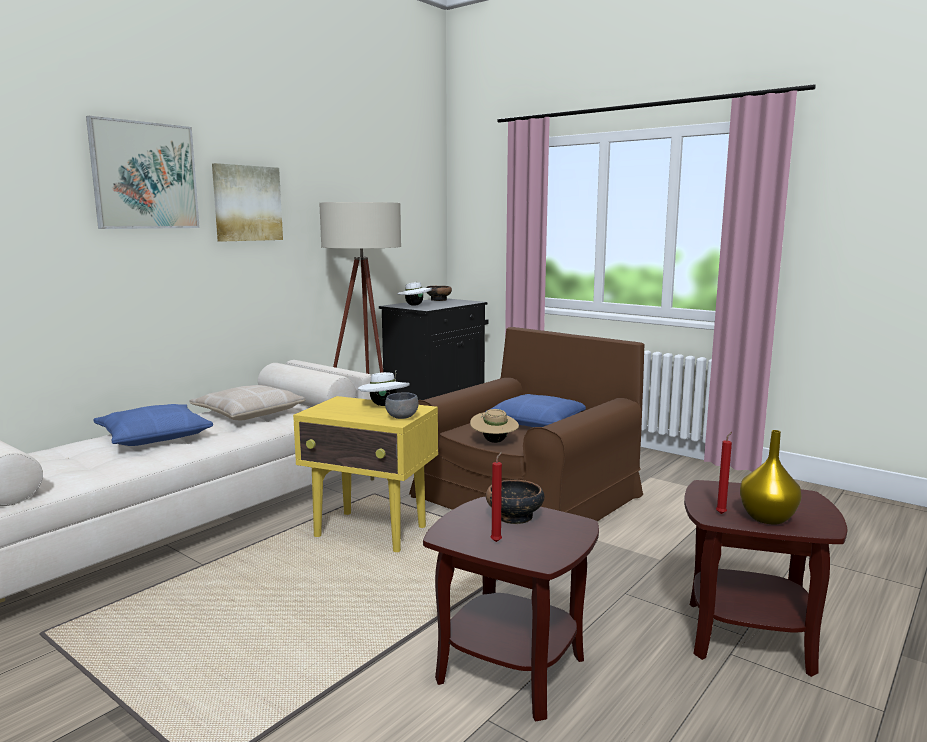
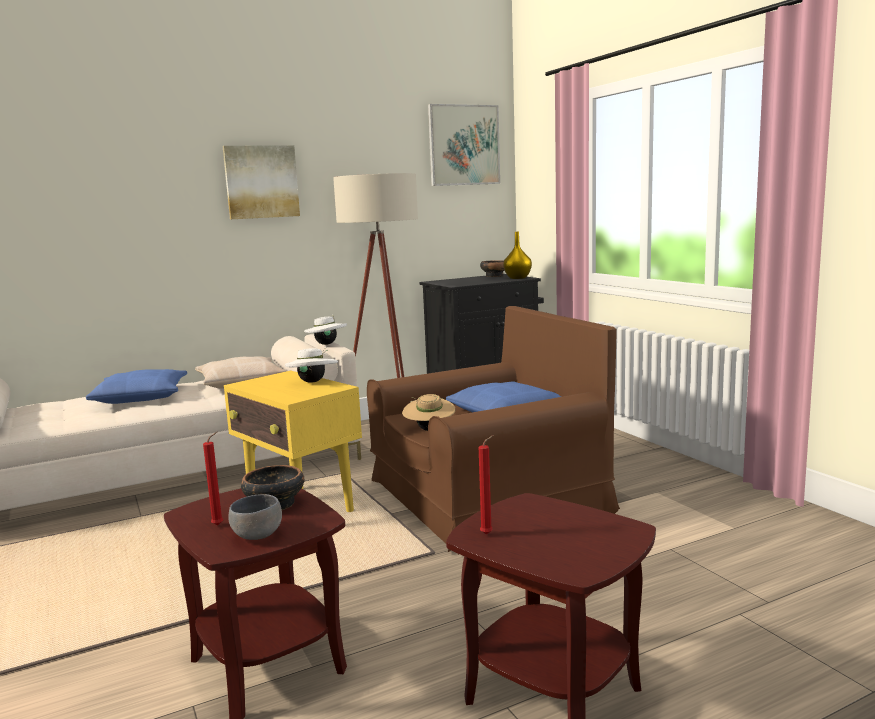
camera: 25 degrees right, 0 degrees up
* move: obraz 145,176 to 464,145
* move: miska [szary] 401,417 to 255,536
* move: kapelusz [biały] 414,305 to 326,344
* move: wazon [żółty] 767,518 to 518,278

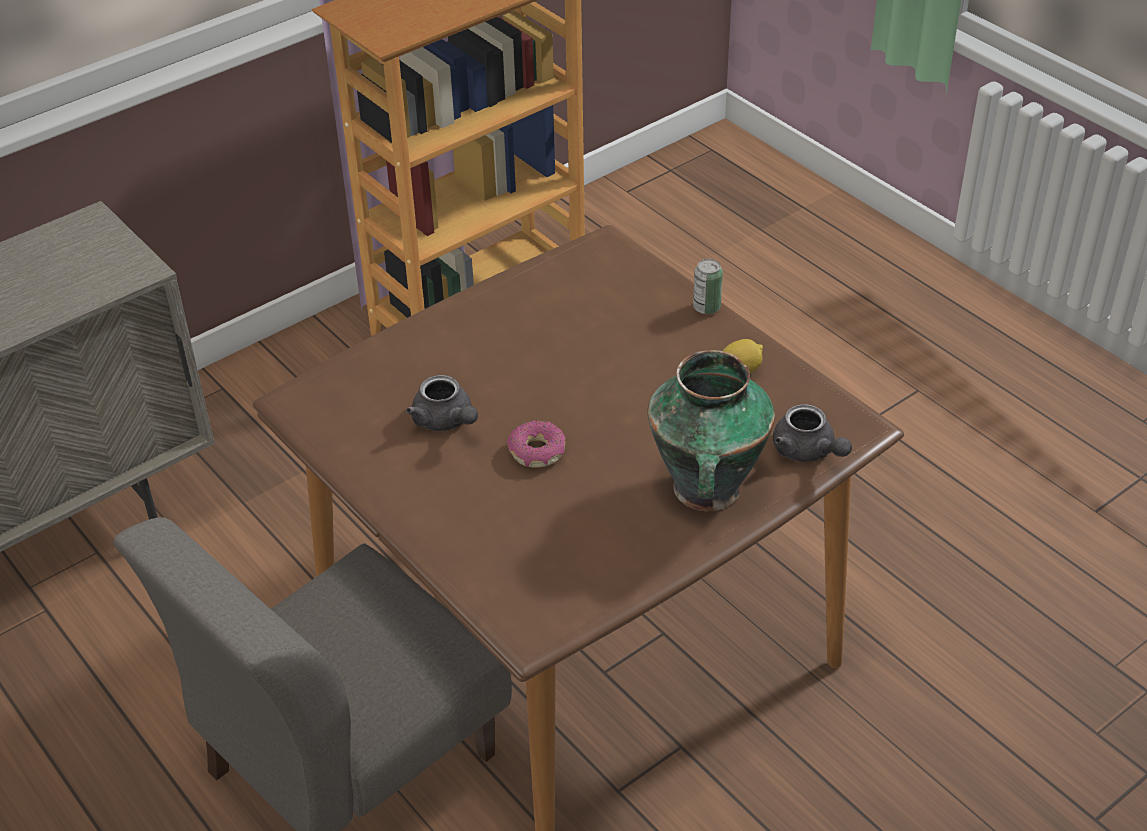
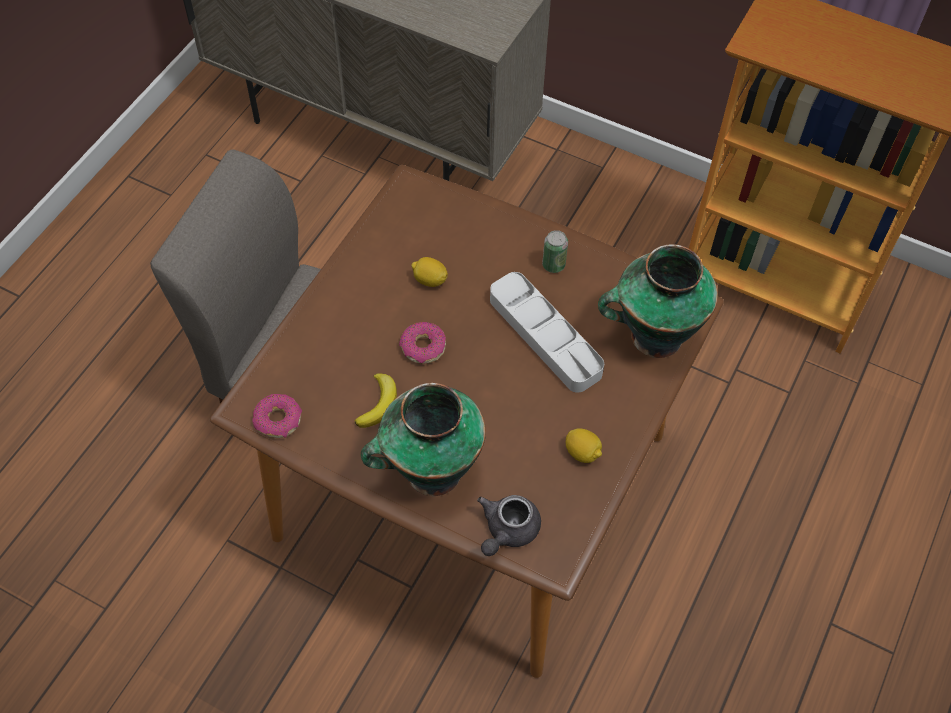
camera: 65 degrees right, 15 degrees up
* replace: imbryk [szary] 446,421 to cytryna 430,280
* move: puszka 706,307 to 553,265
* insert: donut 278,421
* insert: banan 378,403
* insert: taca [szary] 545,336
* insert: wazon 653,336

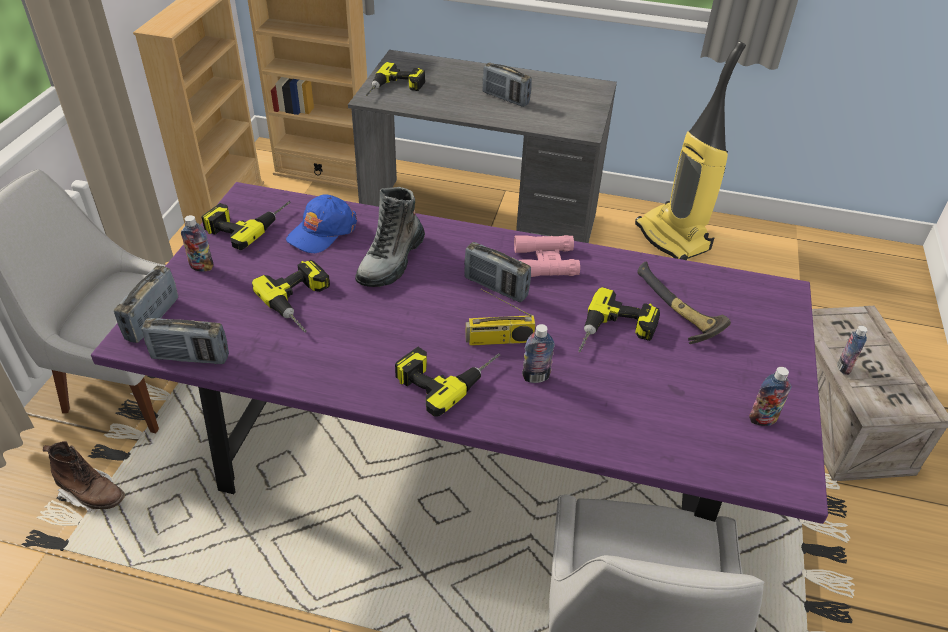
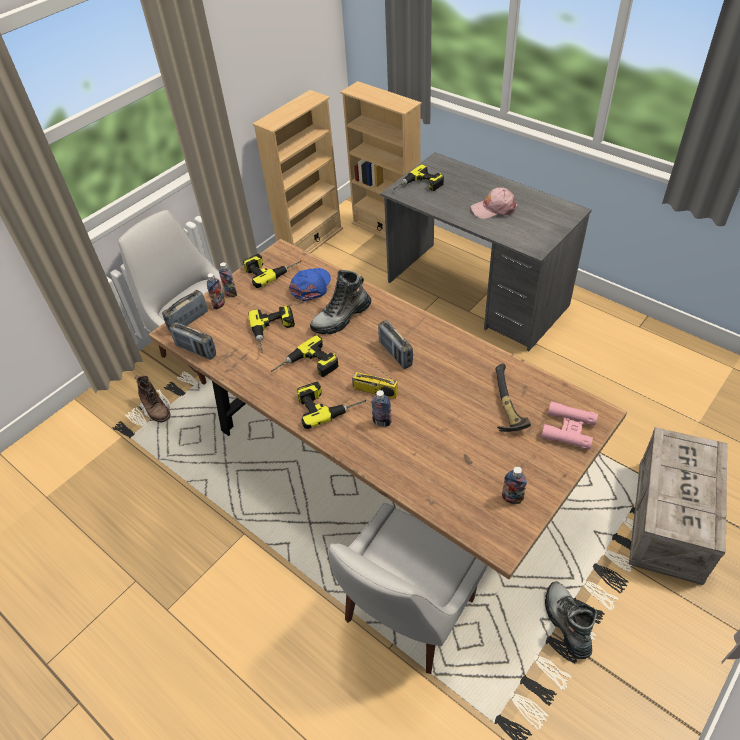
camera: 30 degrees right, 5 degrees up
* recolor: stół jadalny [fioletowy] 468,455 to stół jadalny [brązowy] 377,458
* rotate: czapka z daszkiem [niebieski] 322,231 = 311,286 135 degrees clockwise
* replace: radio 505,98 to czapka z daszkiem [różowy] 493,209
* move: lornetka [różowy] 545,262 to 568,429
* move: wiertarka 615,334 to 307,367
* delete: odkurzacz 674,238
* move: butelka 843,367 to 219,304
* insert: but z cholewką 566,622

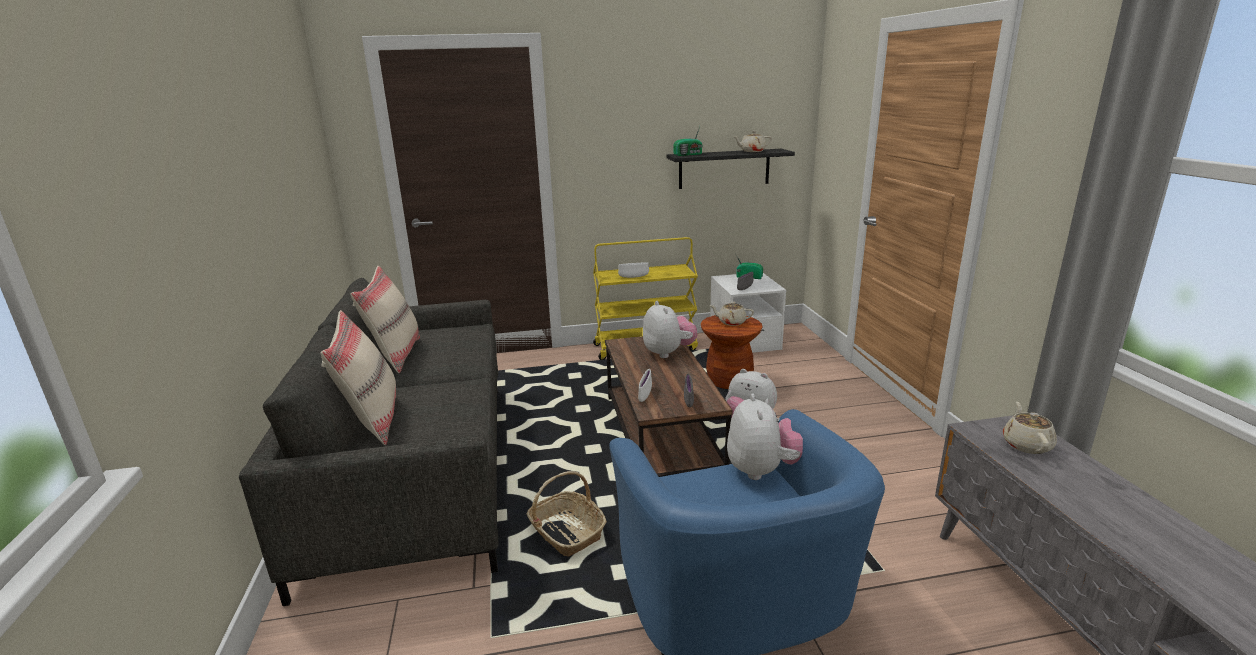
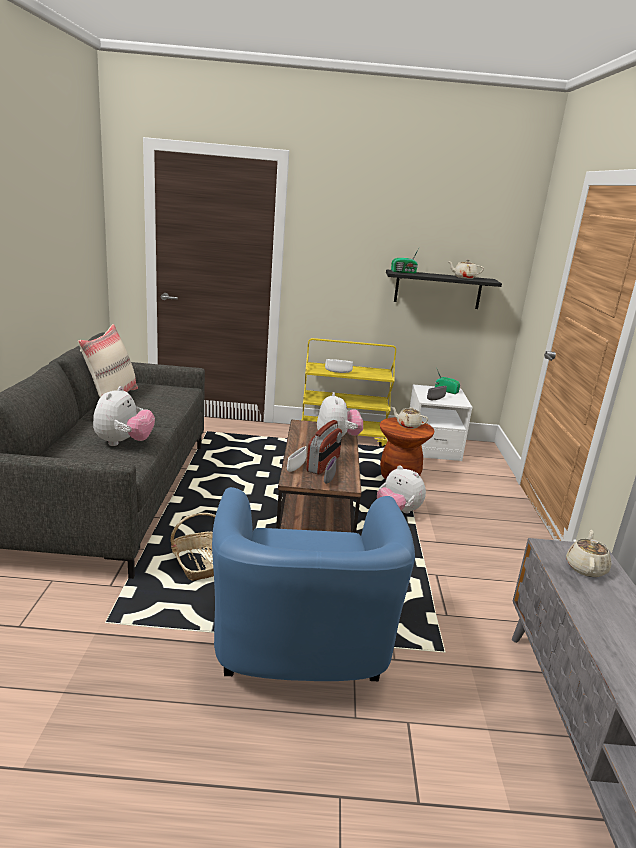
camera: 10 degrees right, 0 degrees up
* delete: poduszka [beżowy] 371,420
* move: pluszak 763,471 to 124,443
* insert: radio 323,464

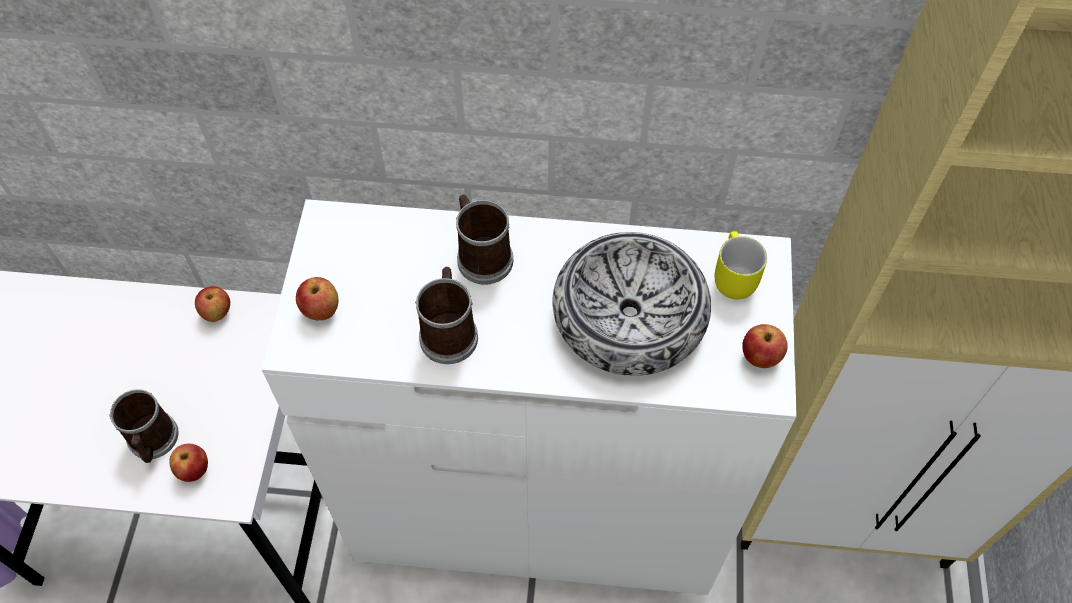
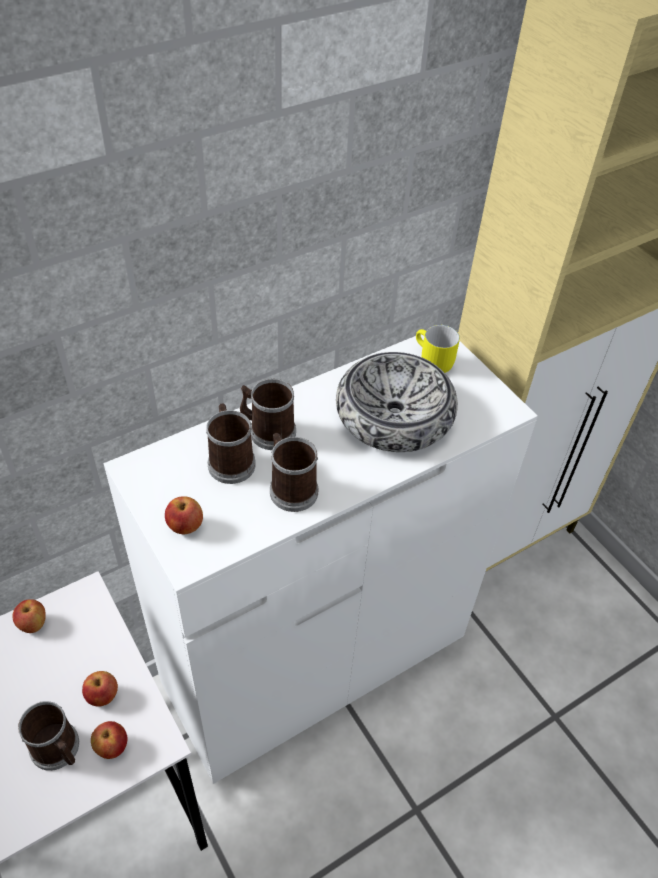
camera: 40 degrees left, 10 degrees down
* move: jabłko 760,357 to 103,696
* insert: kubek 230,460

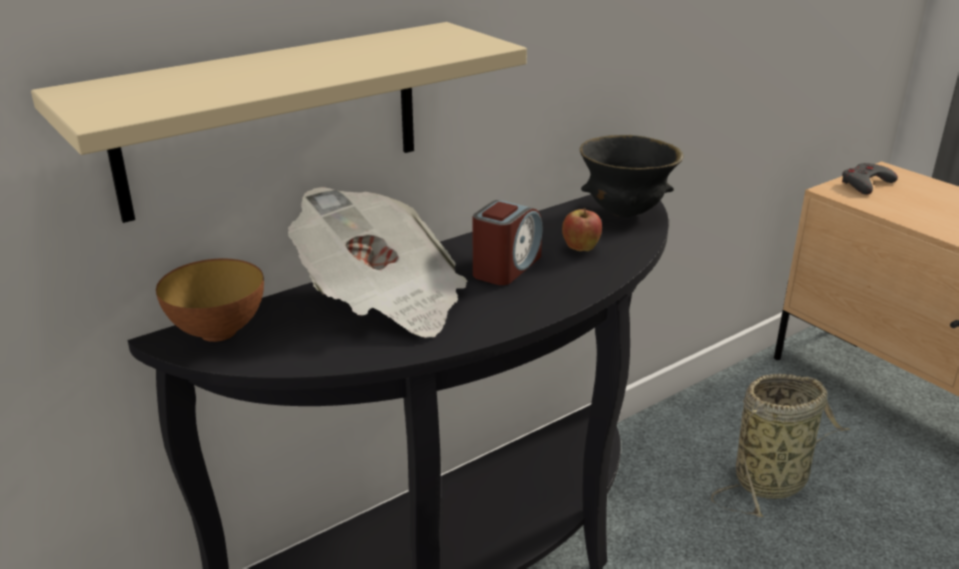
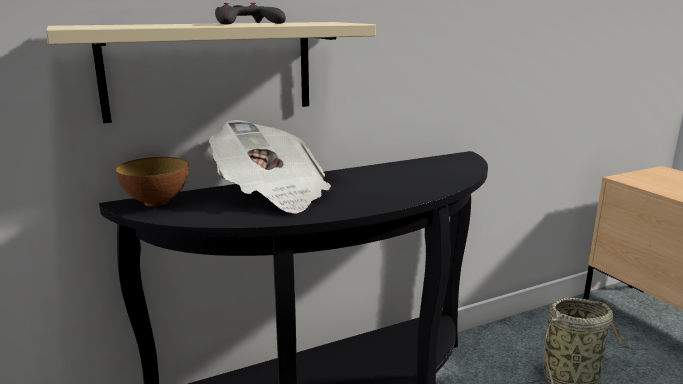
camera: 10 degrees right, 10 degrees down
* delete: budzik 506,267
* delete: jabłko 581,250
* delete: miska [czarny] 625,213
* move: pad do gier [szary] 866,184 to 247,23

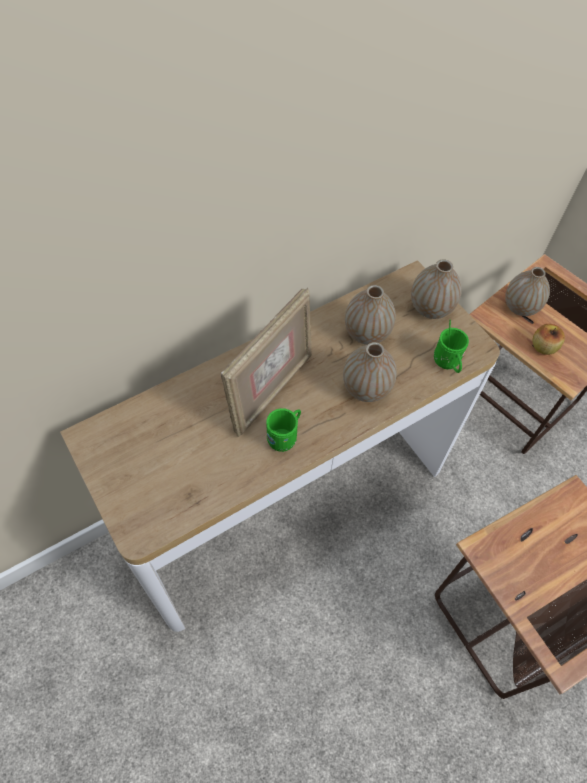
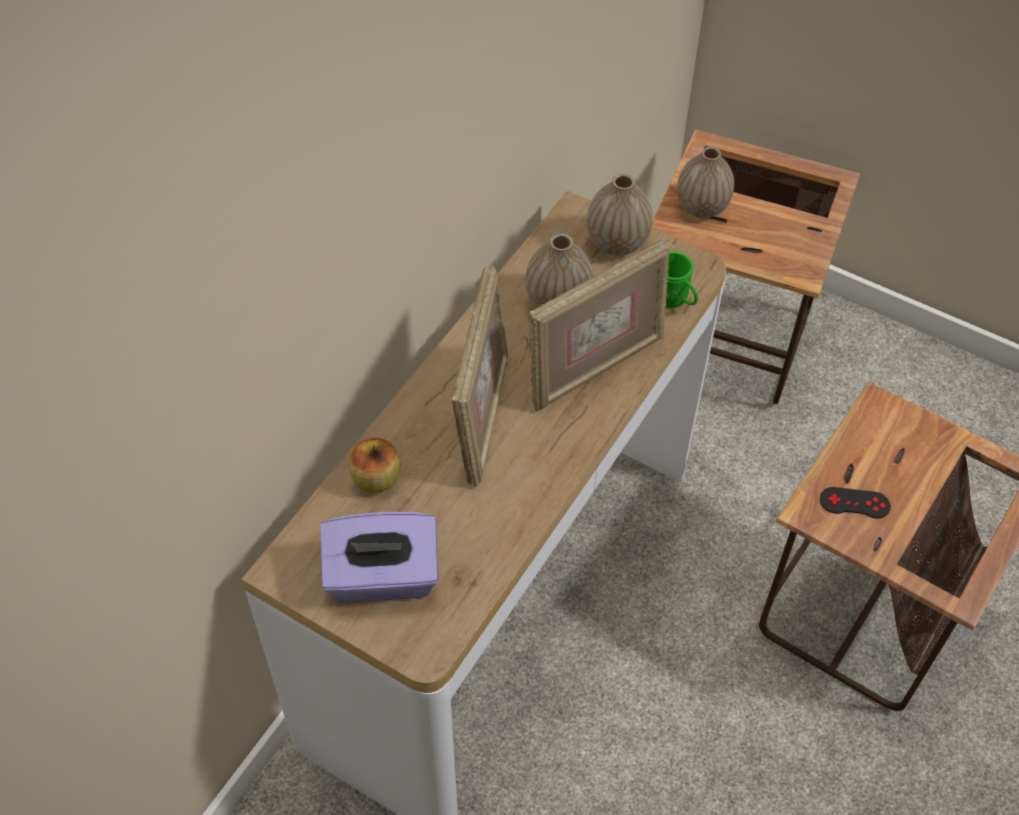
camera: 25 degrees left, 5 degrees down
* delete: kubek [zielony] 284,437
* replace: wazon 366,388 to ramka na zdjęcie 595,368
* move: jabłko 543,347 to 376,479
* insert: pudełko chusteczek [fioletowy] 382,578
* insert: pad do gier [czarny] 854,503

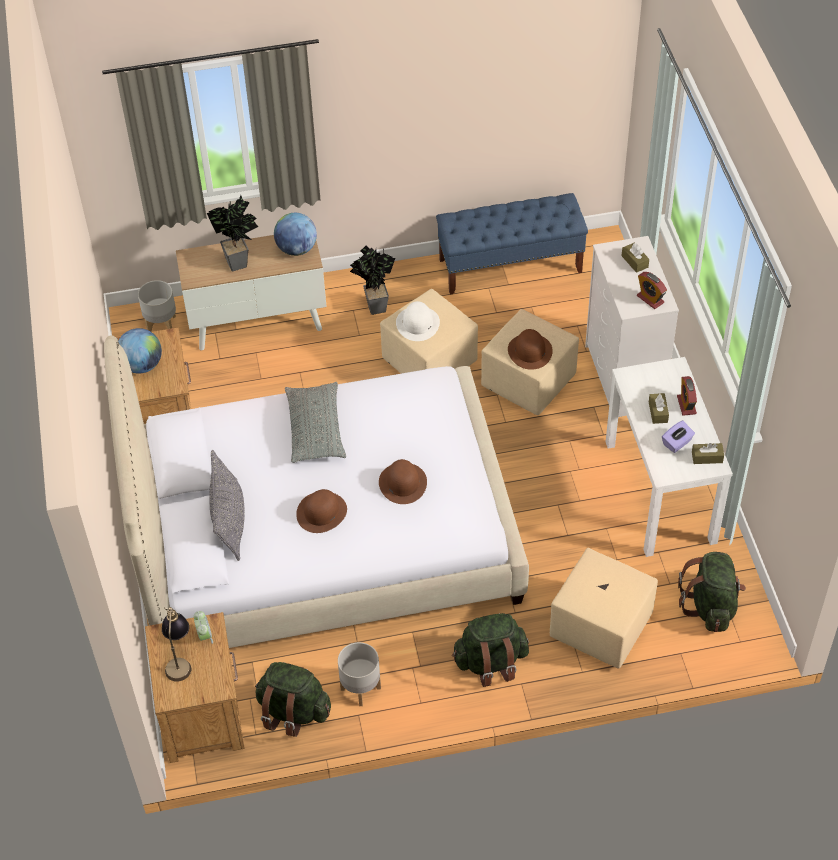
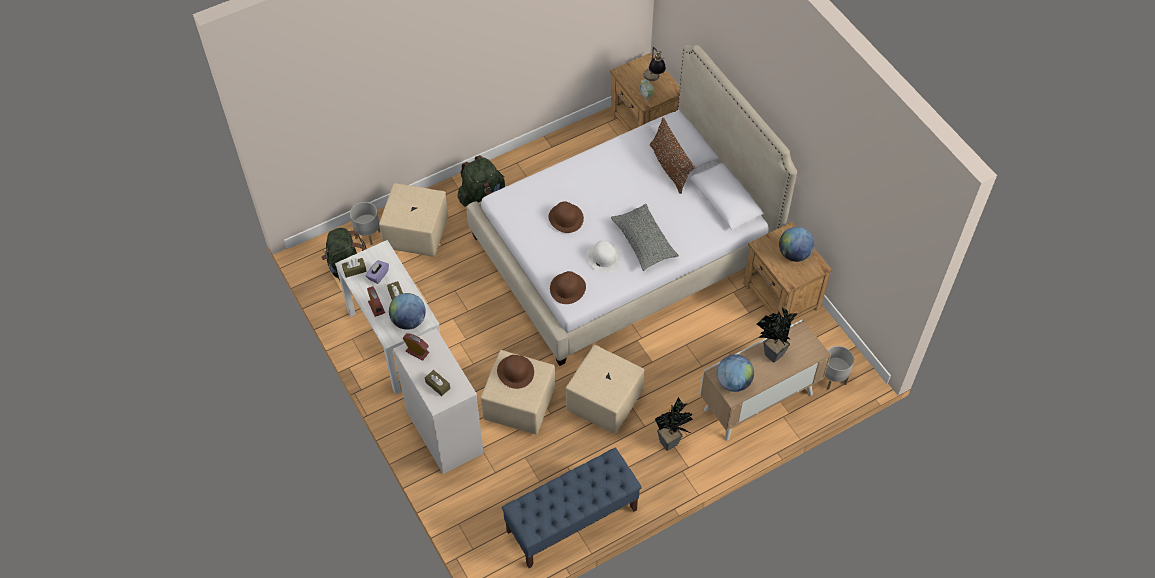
camera: 160 degrees right, 5 degrees up
* recolor: poduszka [szary] 229,520 to poduszka [brązowy] 669,167
* delete: plecak [zielony] 293,711
* move: kapelusz [brązowy] 321,512 to 568,288
* move: donica [szary] 361,688 to 367,234
* move: kapelusz [biały] 418,323 to 603,257
* insert: globus 409,321

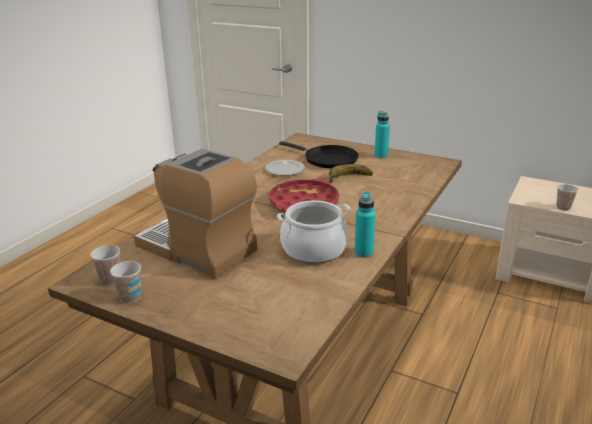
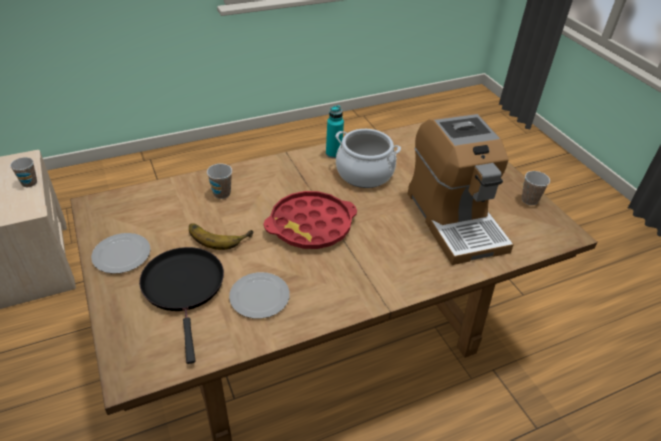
camera: 145 degrees left, 15 degrees up
* move: filiżanka 110,280 to 222,193
* replace: butelka [turkusowy] 381,156 to talerz 121,255

